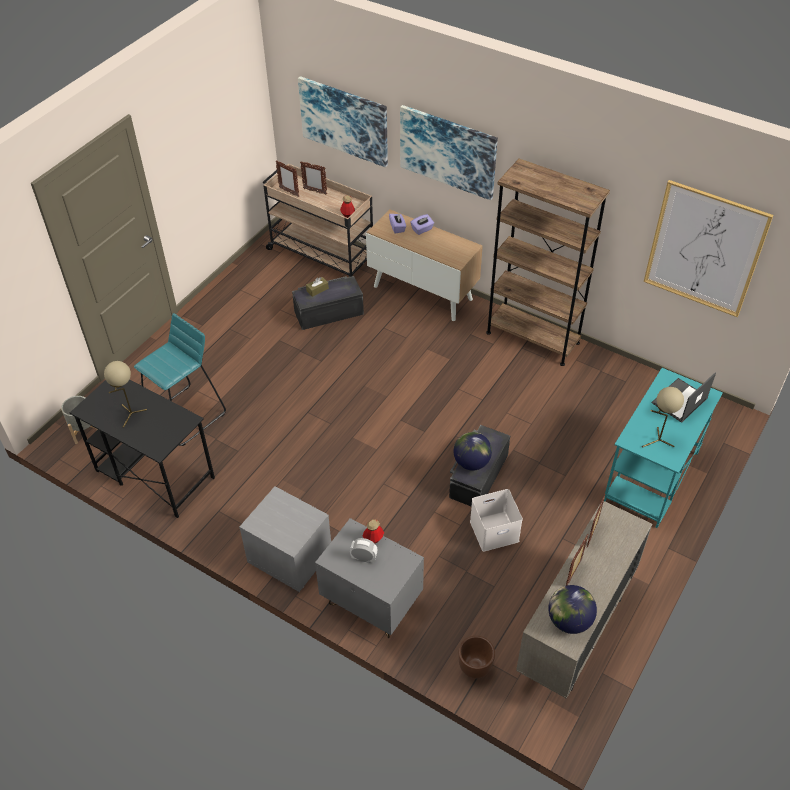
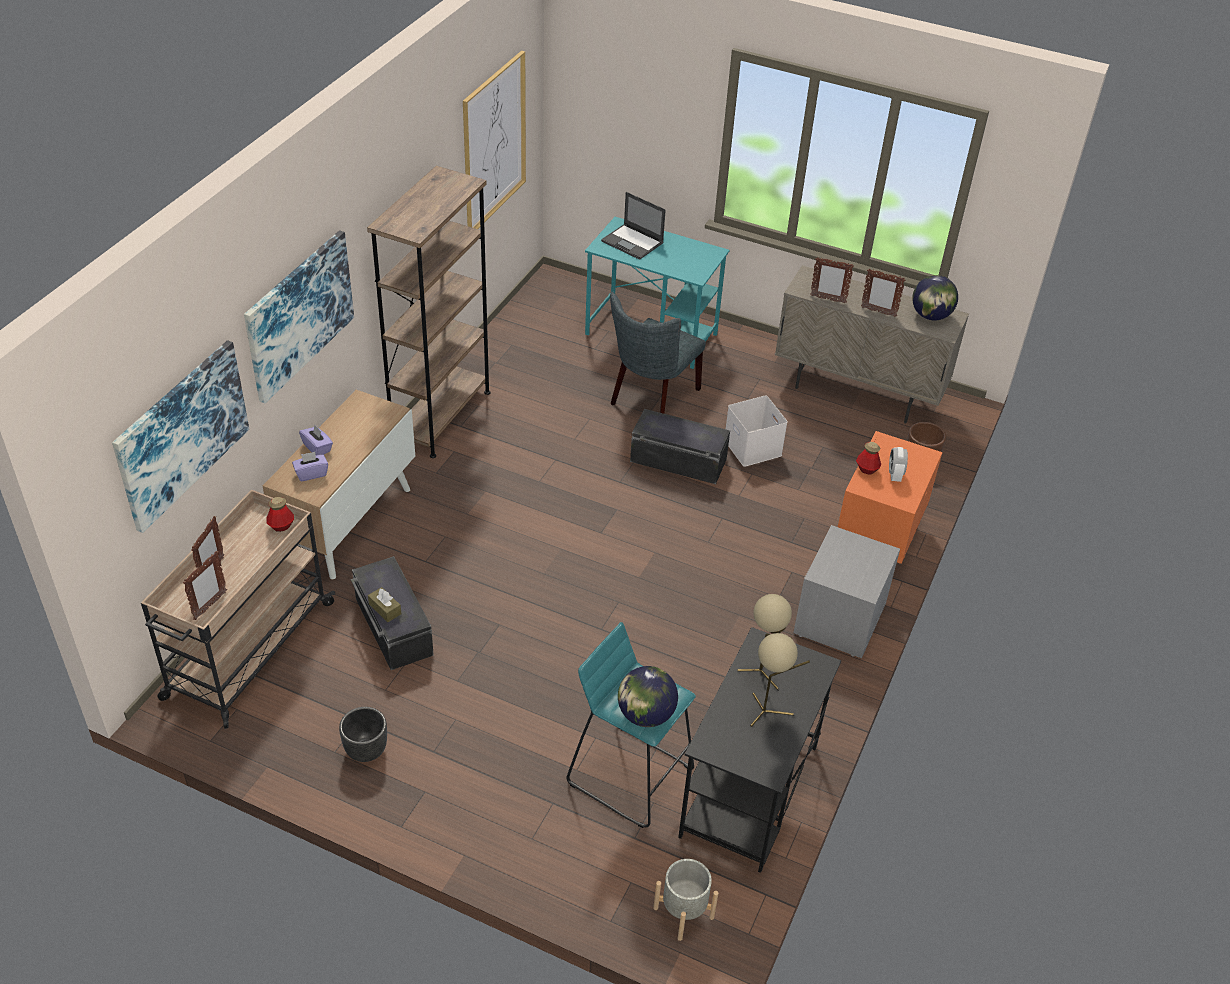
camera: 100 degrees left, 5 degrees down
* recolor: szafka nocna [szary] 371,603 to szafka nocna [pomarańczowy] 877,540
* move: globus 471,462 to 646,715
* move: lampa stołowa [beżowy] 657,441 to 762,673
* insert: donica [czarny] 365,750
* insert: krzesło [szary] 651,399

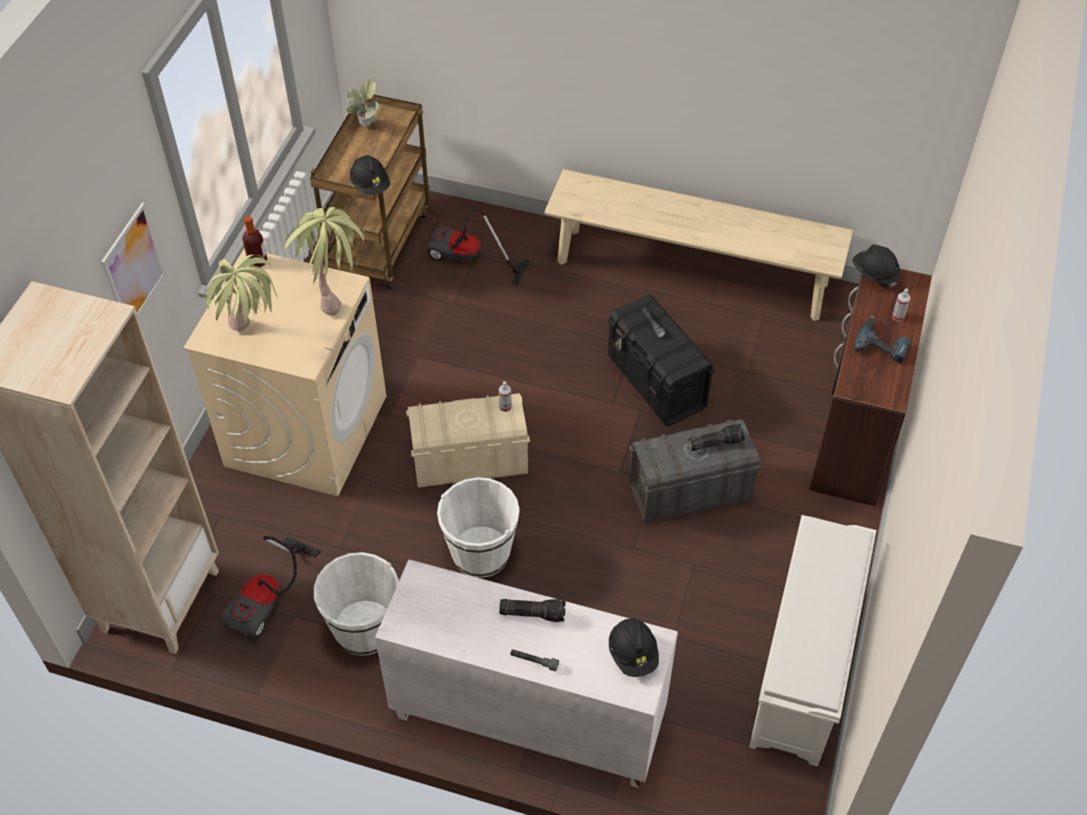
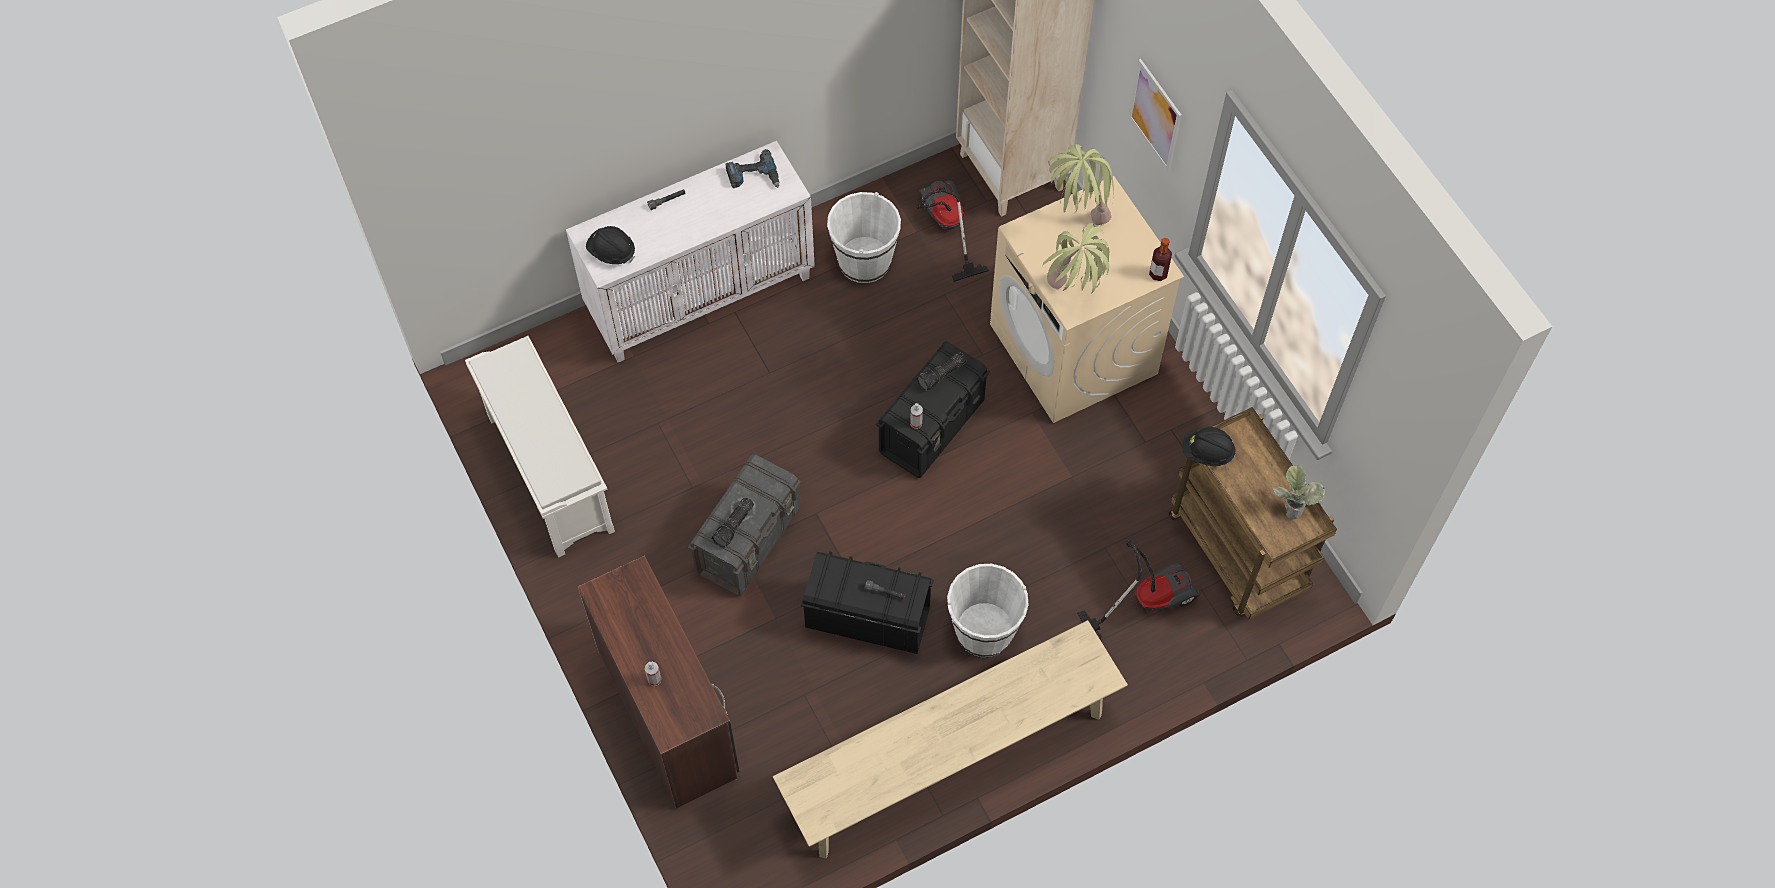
camera: 135 degrees right, 10 degrees up
* recolor: pojemnik do przechowywania [beżowy] 469,461 to pojemnik do przechowywania [czarny] 932,426
* move: wiadro [biały] 481,553 to 984,630
* move: latarka 533,613 to 942,376
* delete: kask [czarny] 874,274
* move: wiertarka 882,343 to 753,177

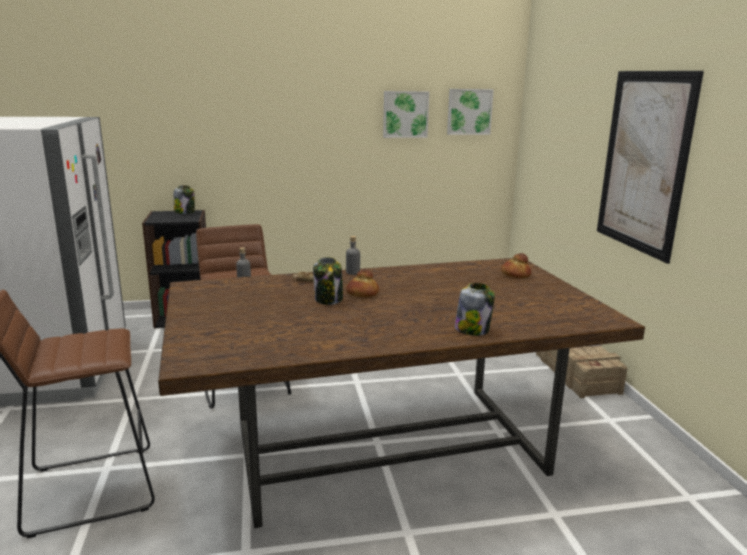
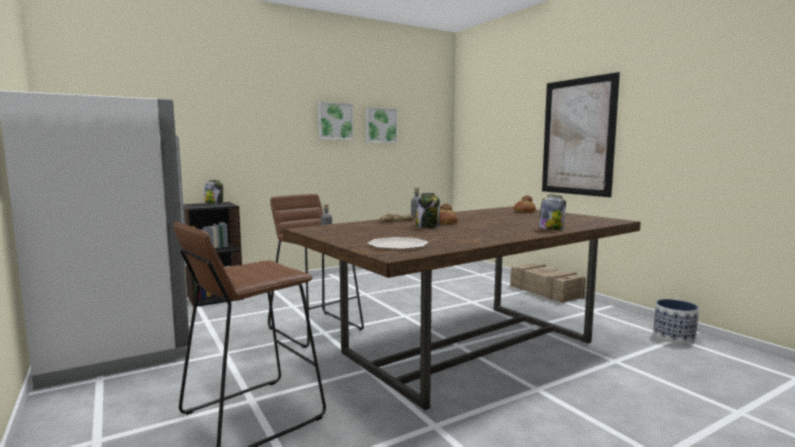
camera: 20 degrees left, 10 degrees down
* move: obraz 469,111 to 335,121
* insert: talerz 398,245
* insert: donica 674,336

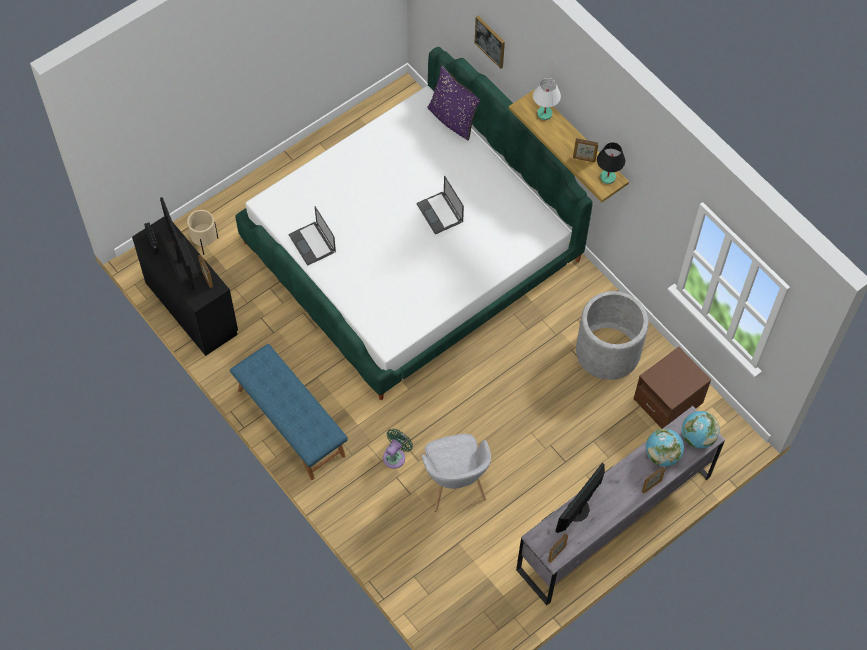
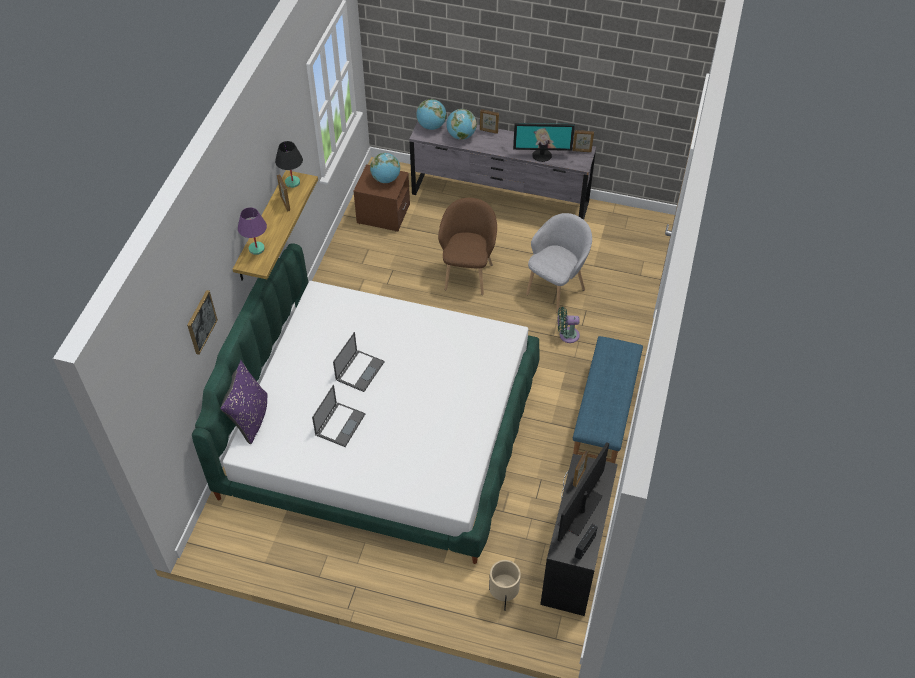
camera: 125 degrees left, 10 degrees down
* move: laptop 312,244 to 340,424
* recolor: lampa stołowa [biały] 544,113 to lampa stołowa [fioletowy] 256,249
* delete: donica [szary] 608,351
* insert: globus 386,179
* insert: fotel [brązowy] 467,275

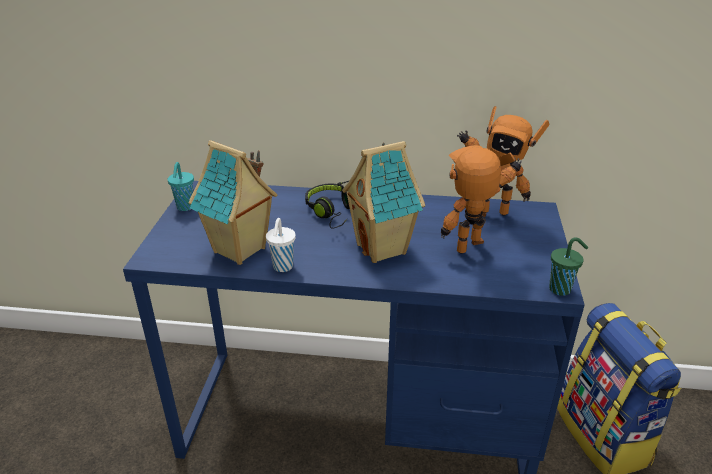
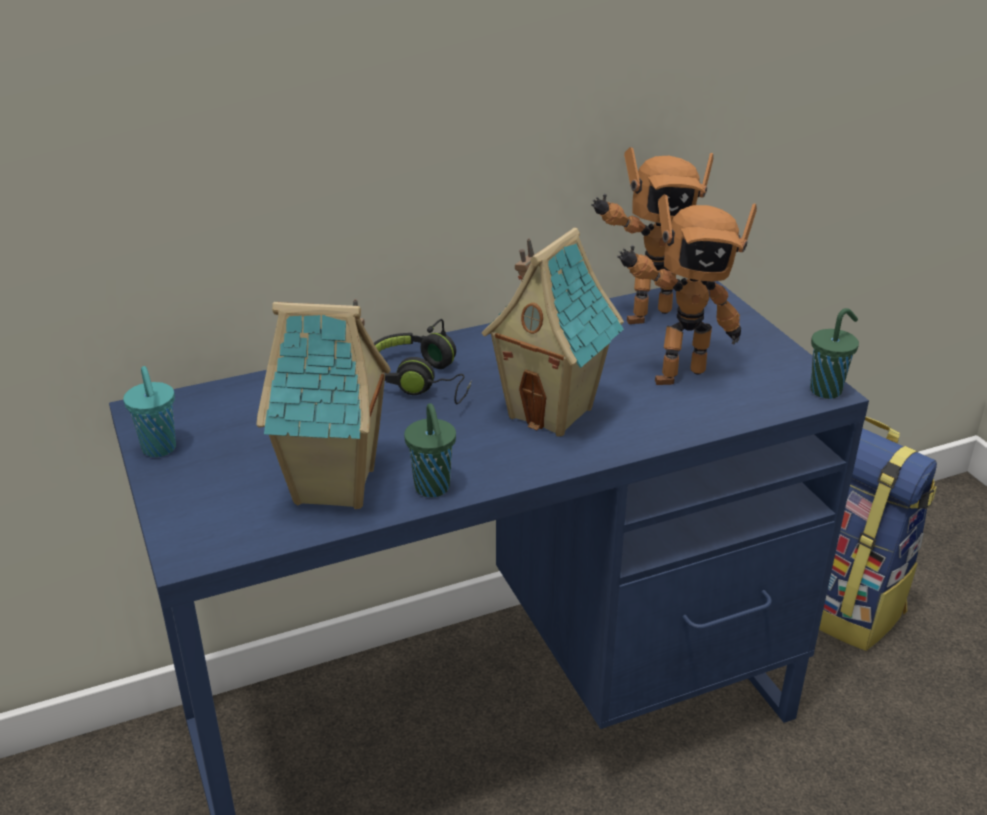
camera: 30 degrees left, 0 degrees up
* recolor: filiżanka [biały] 282,267 to filiżanka [zielony] 432,489
* rotate: robot zabawkowy 474,250 = 675,373 135 degrees counterclockwise

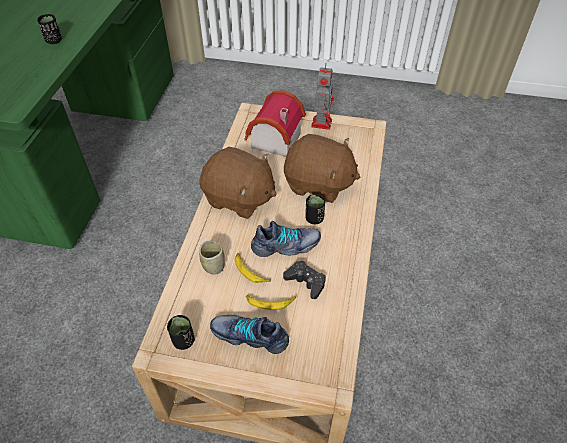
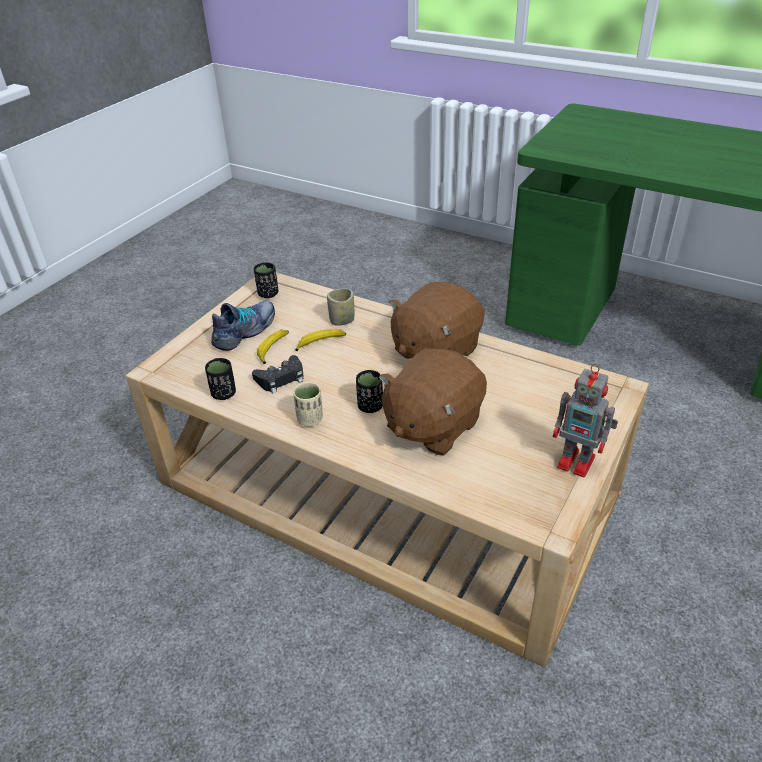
camera: 110 degrees right, 10 degrees down
* move: filiżanka [czarny] 54,40 to 224,394
* delete: domek 272,140
* delete: but 286,246
* insert: filiżanka [beżowy] 310,419

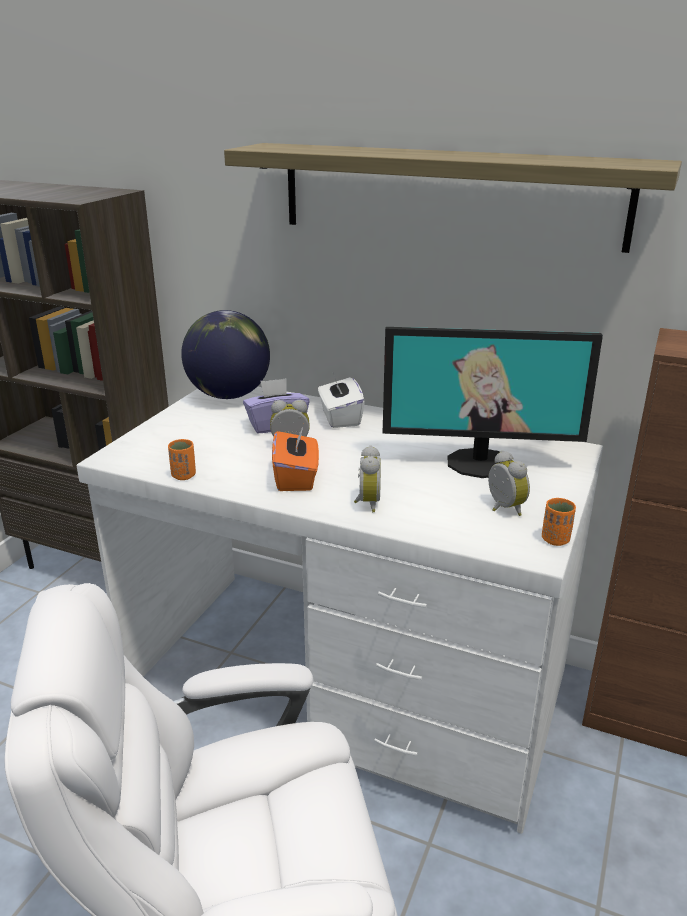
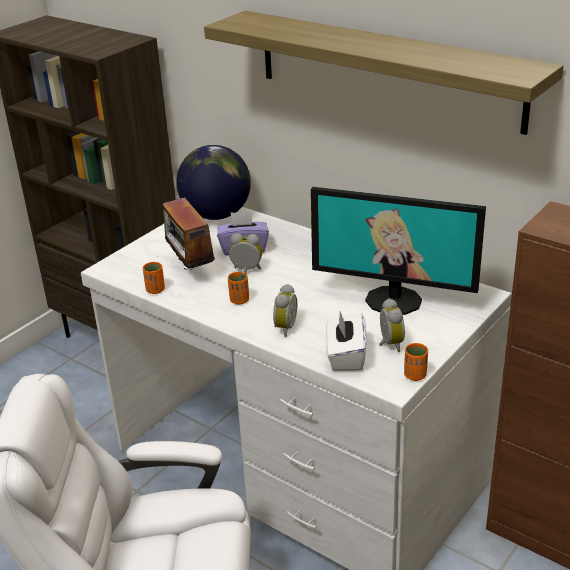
camera: 15 degrees right, 5 degrees up
* replace: pudełko chusteczek [pomarańczowy] 296,478 to filiżanka [pomarańczowy] 239,300
* move: pudełko chusteczek [biały] 340,418 to 345,356
* insert: radio 190,269

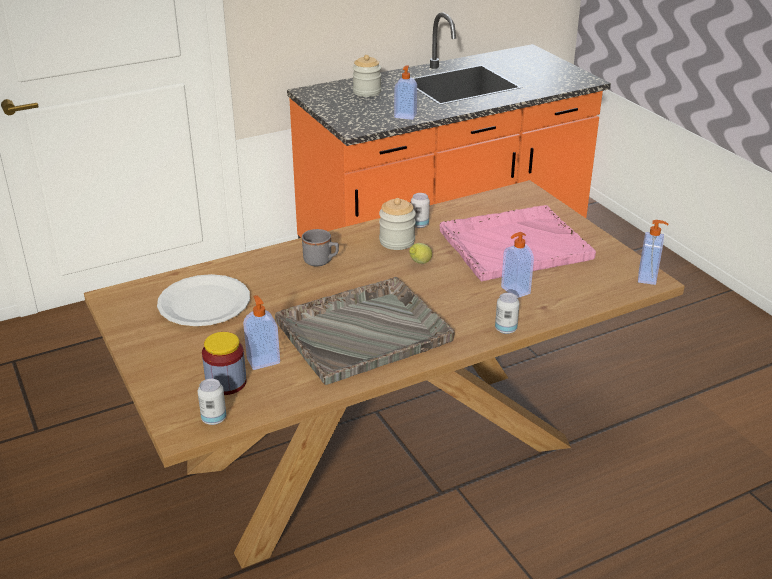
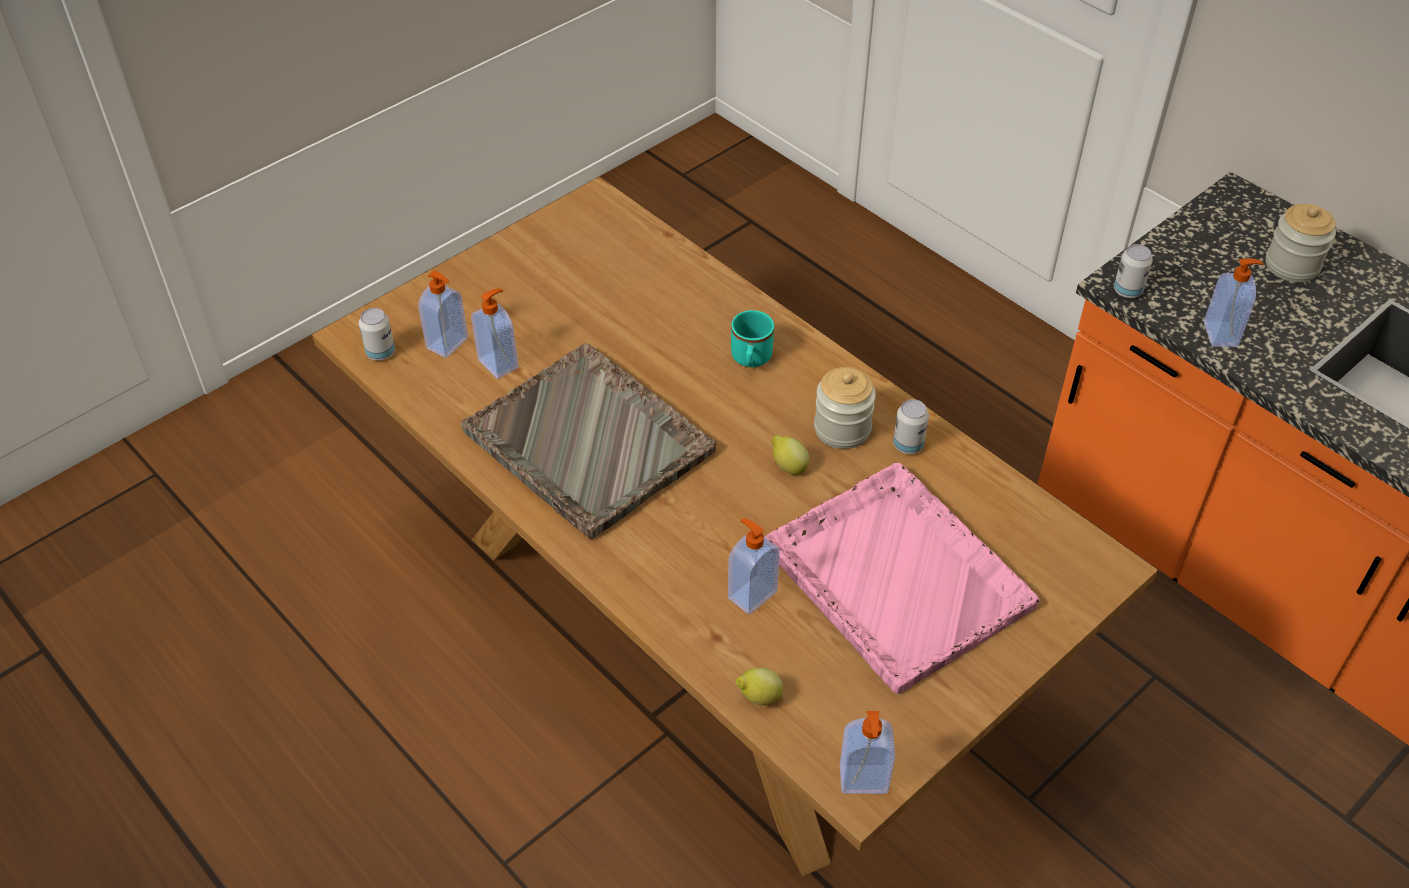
camera: 75 degrees right, 15 degrees up
* delete: talerz [biały] 204,303
* replace: słoik 226,383 to dozownik mydła 448,344
* recolor: kubek [szary] 321,261 to kubek [turkusowy] 750,360
* move: puszka 505,329 to 1127,291
* insert: cytryna 758,698

